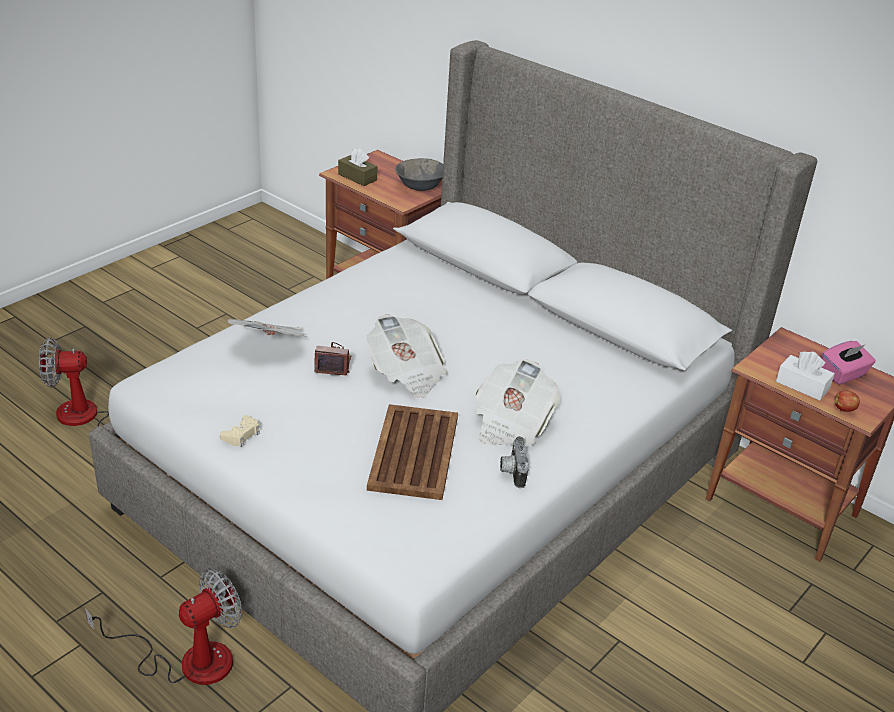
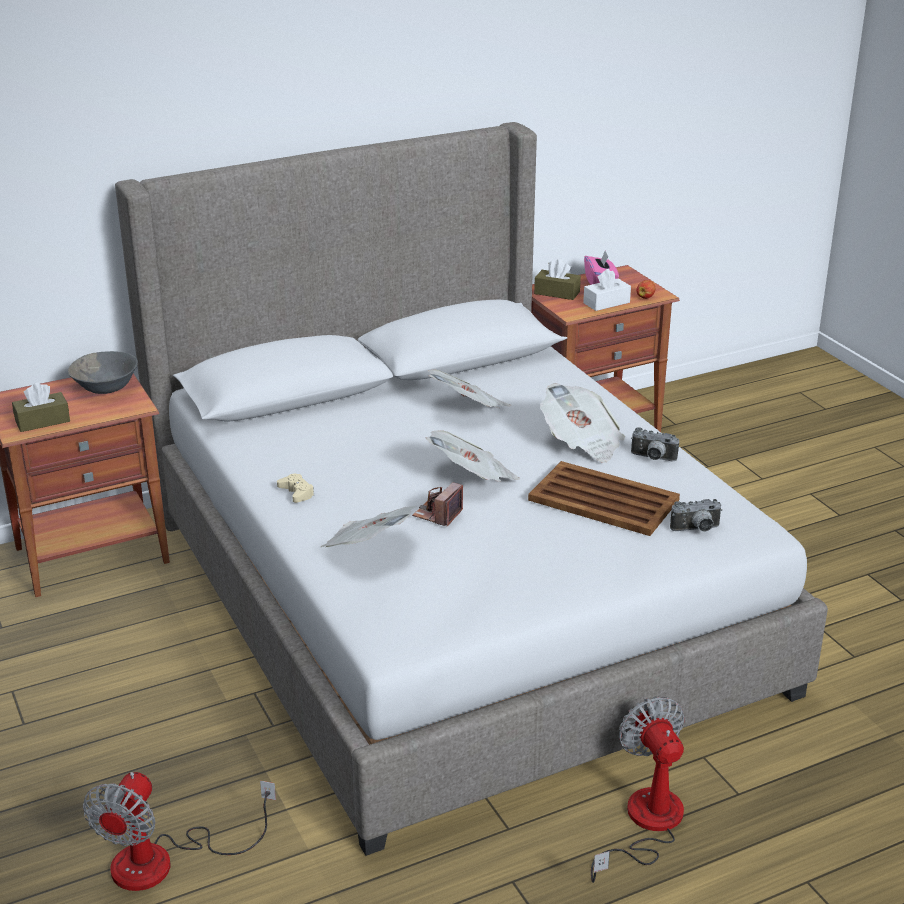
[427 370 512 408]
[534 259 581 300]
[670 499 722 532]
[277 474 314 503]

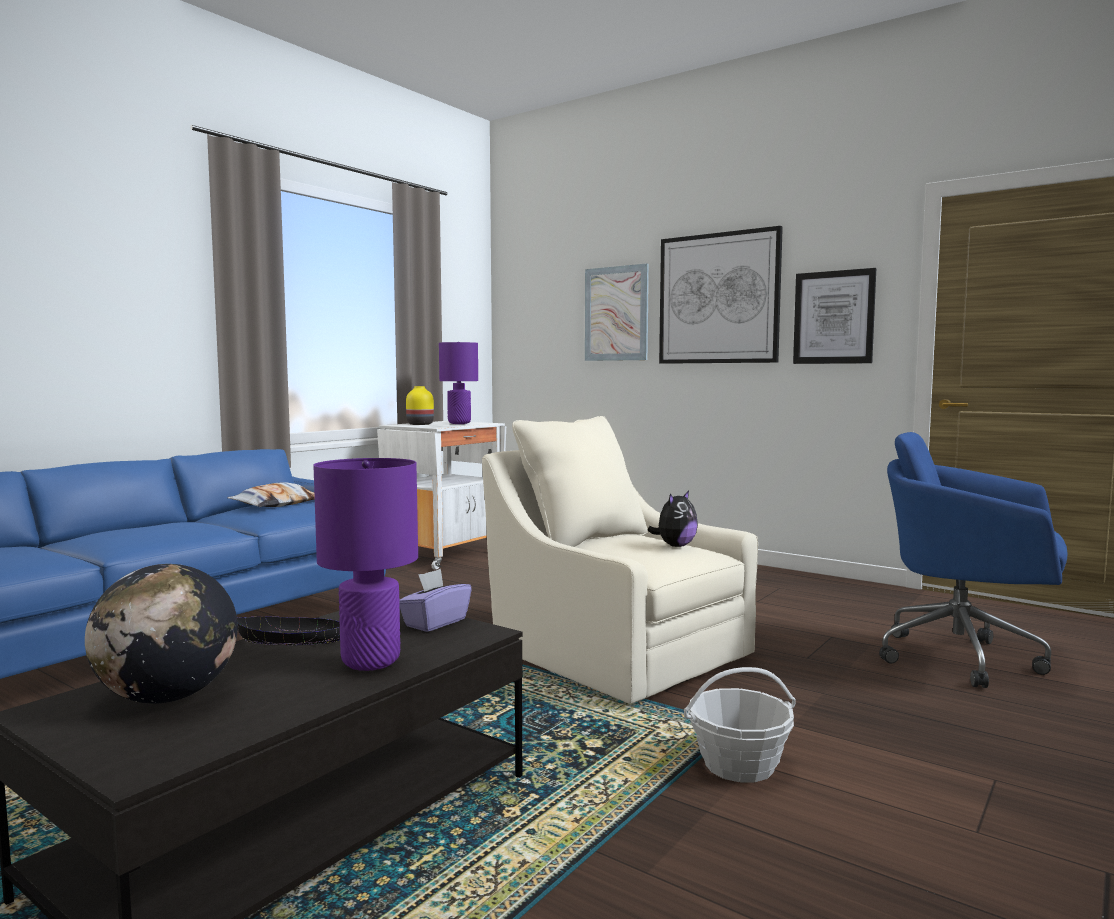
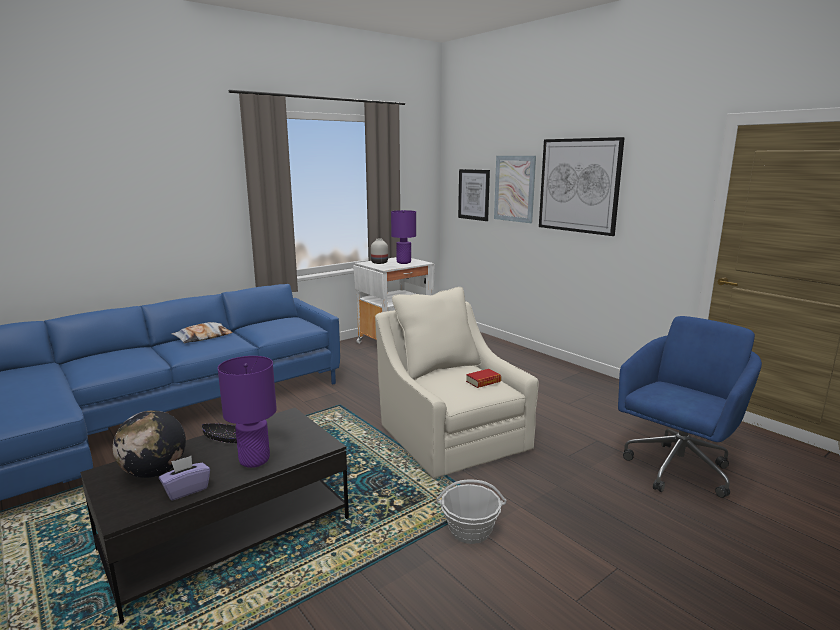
[172 322 233 344]
[159 456 210 501]
[458 169 490 221]
[466 369 501 388]
[371 239 388 264]
[618 316 762 498]

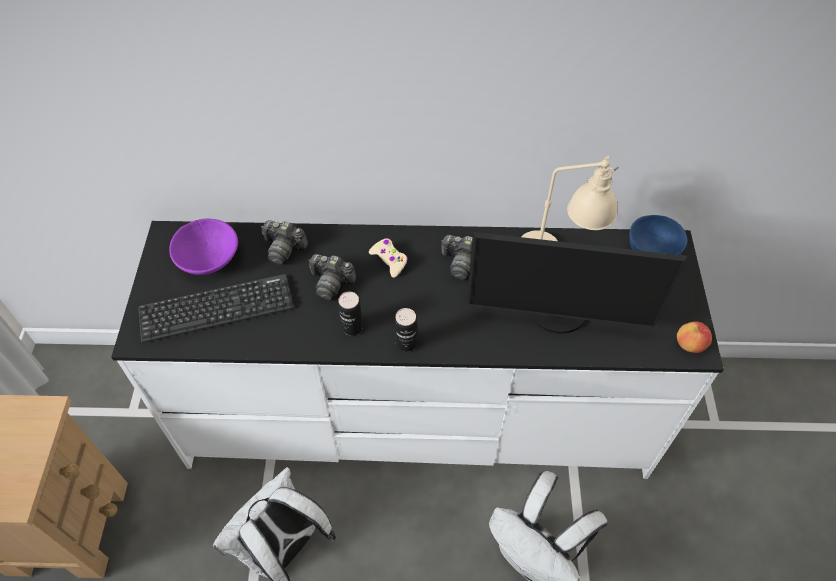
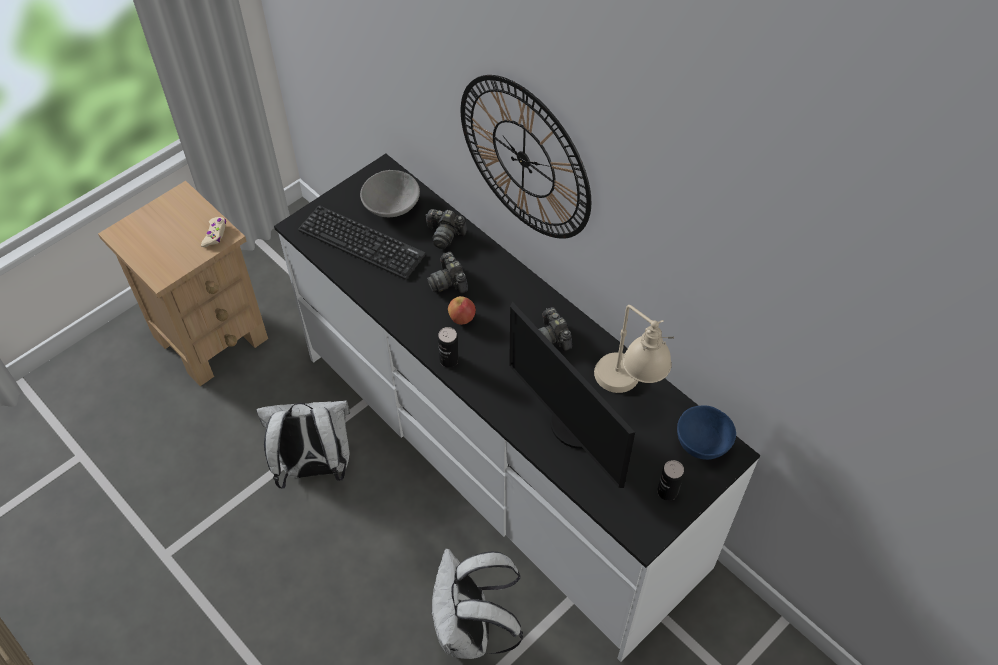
[461 75 591 239]
[657 460 684 501]
[201 217 226 247]
[448 296 476 325]
[360 170 420 217]
[425 209 467 249]

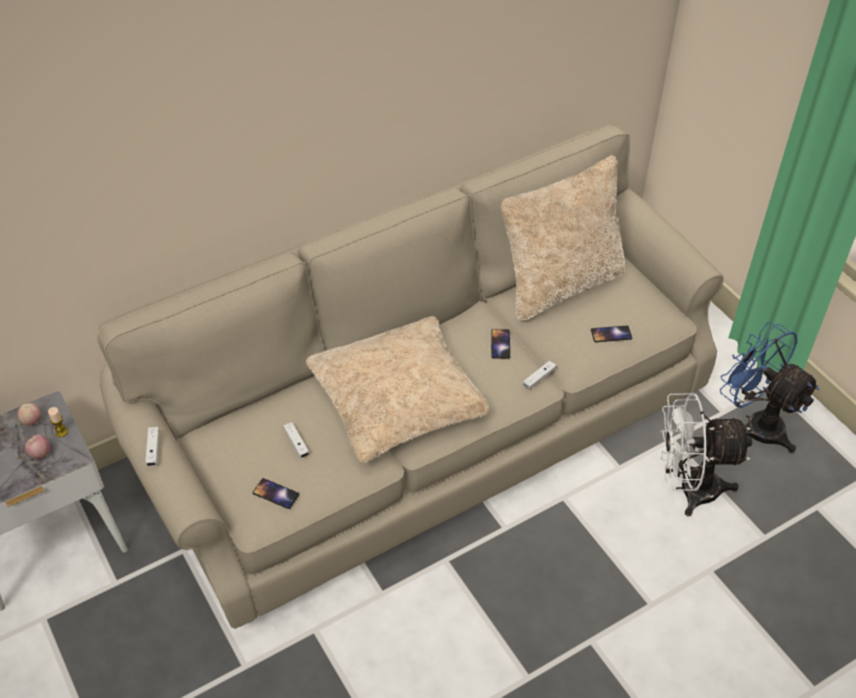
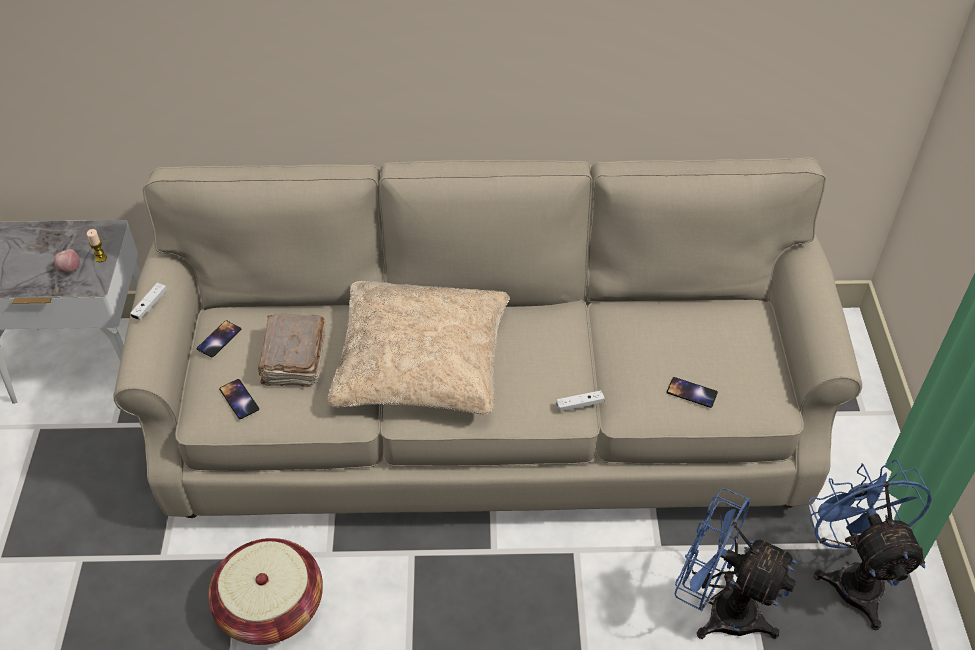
[17 403 41 426] (first image)
[501 155 625 320] (first image)
[208 538 323 645]
[197 320 241 357]
[258 314 326 387]
[675 488 798 639]

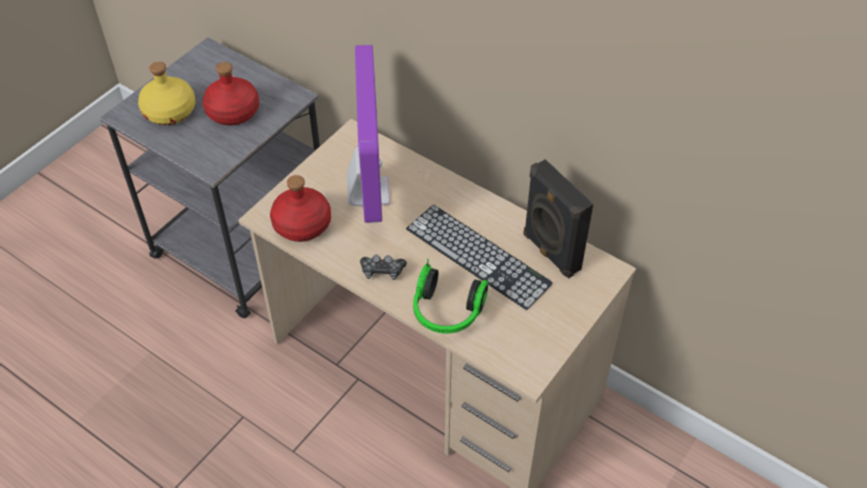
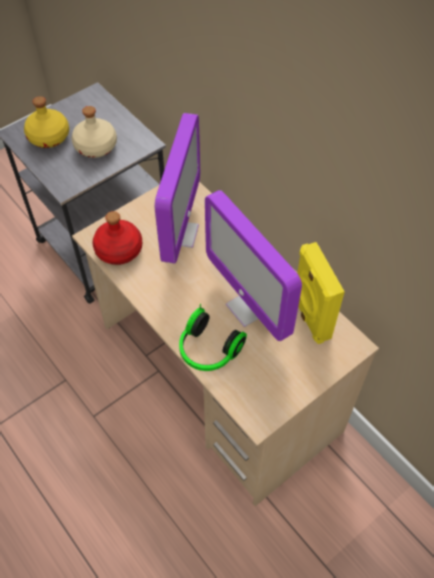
[360 255 407 280] (first image)
[205 190 302 341]
[72 106 117 158]
[297 242 345 344]

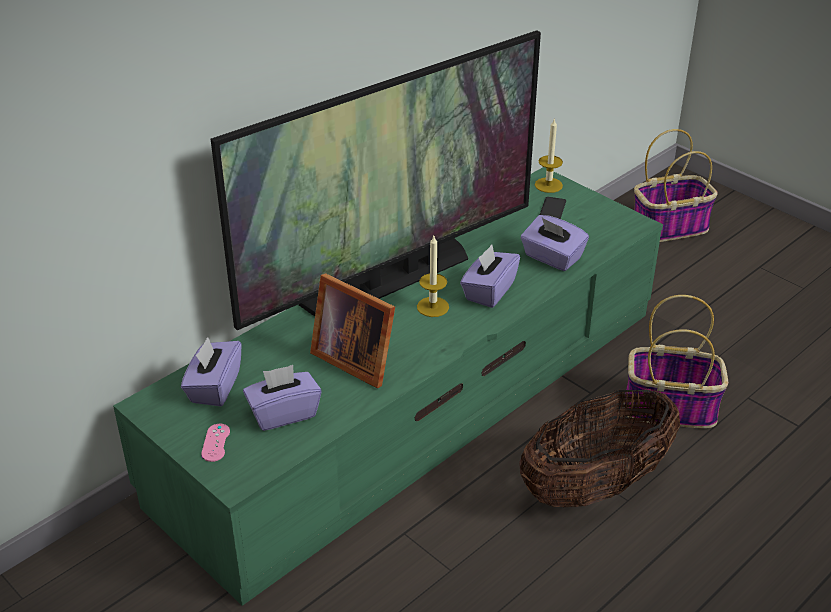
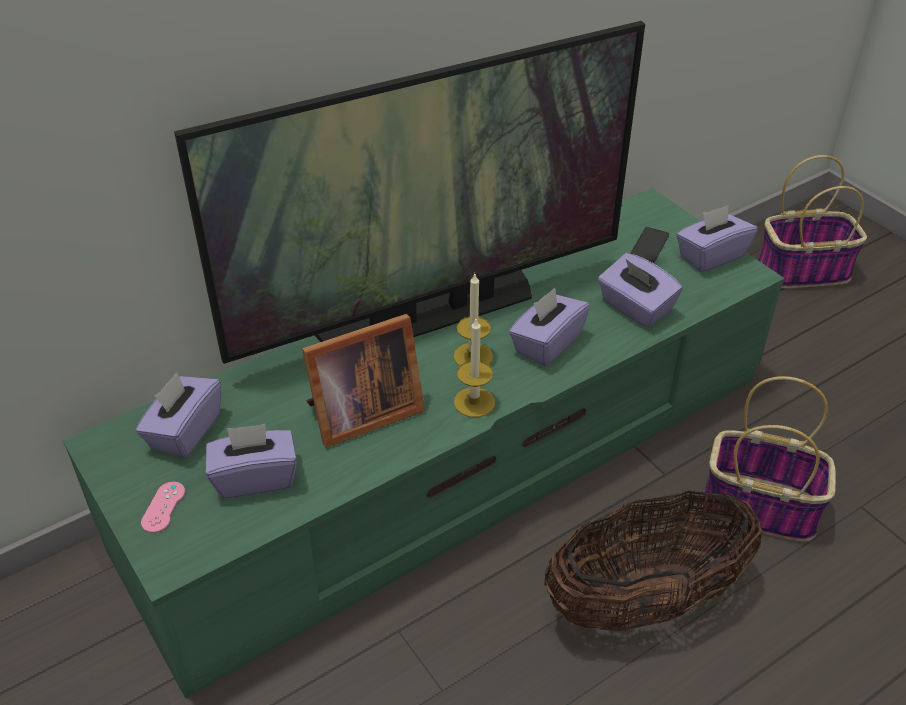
[676 205 757 272]
[454 319 495 418]
[302 314 425 448]

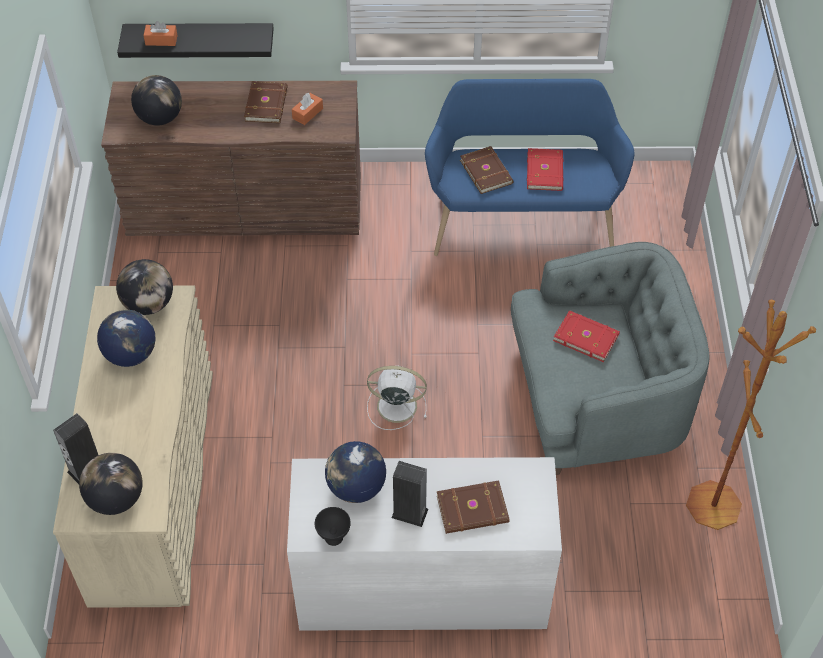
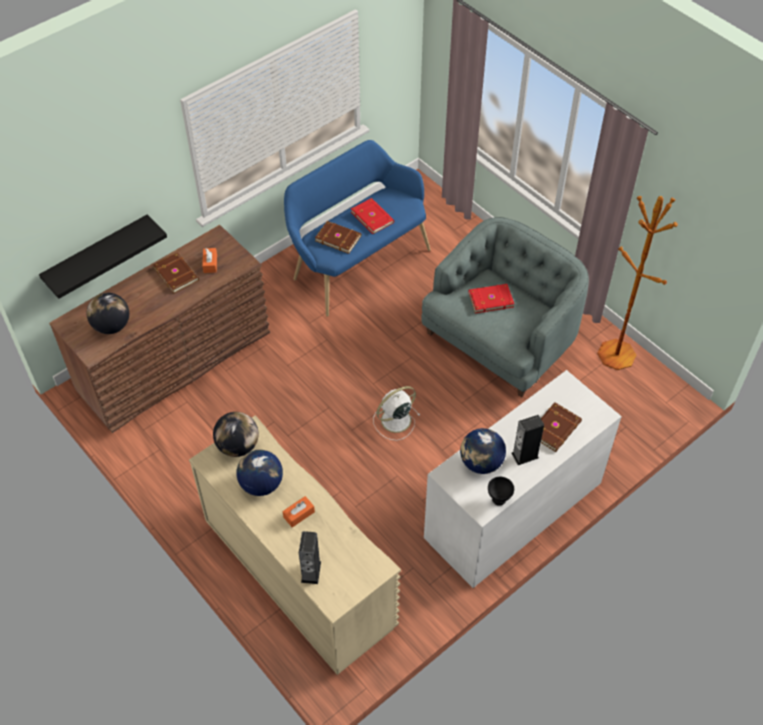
[79 453 143 515] (first image)
[283 496 315 527]

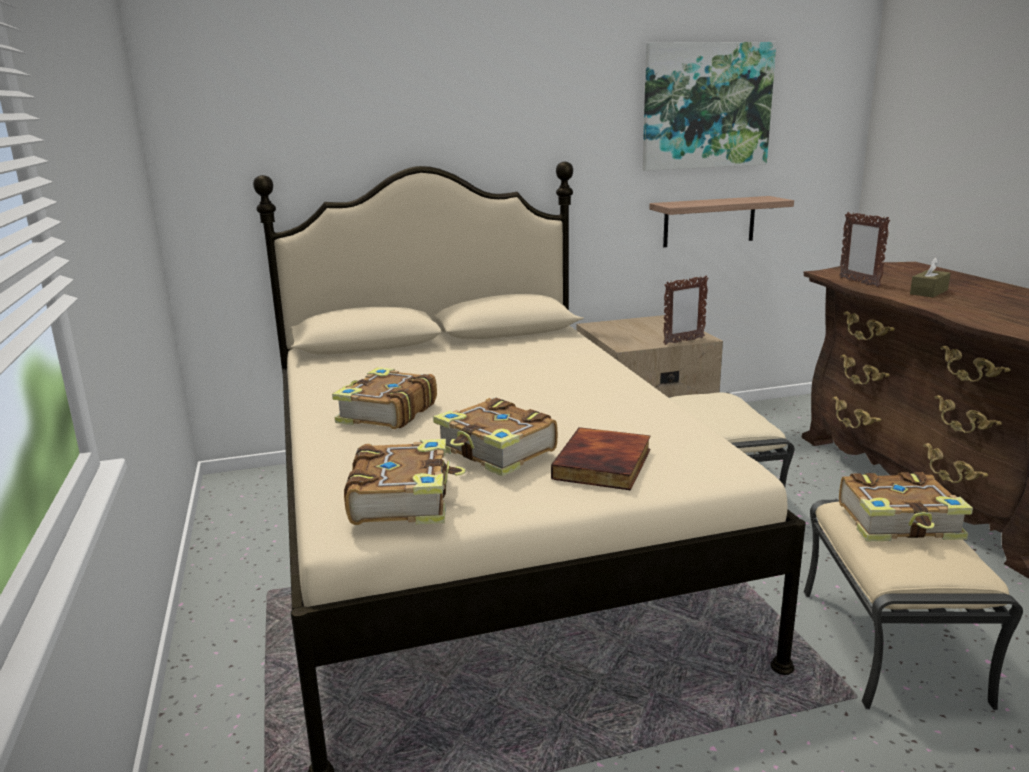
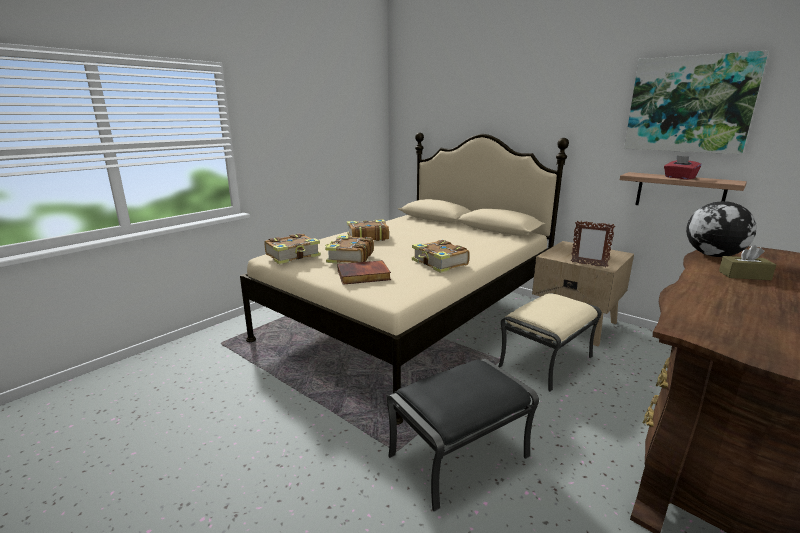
[664 156 702 179]
[412 240 470 273]
[686 201 757 257]
[387 359 539 512]

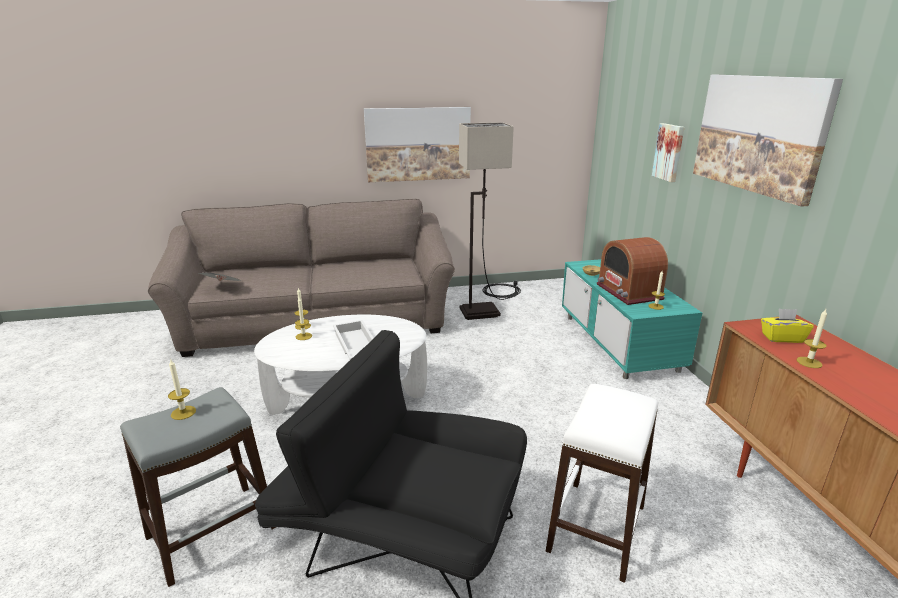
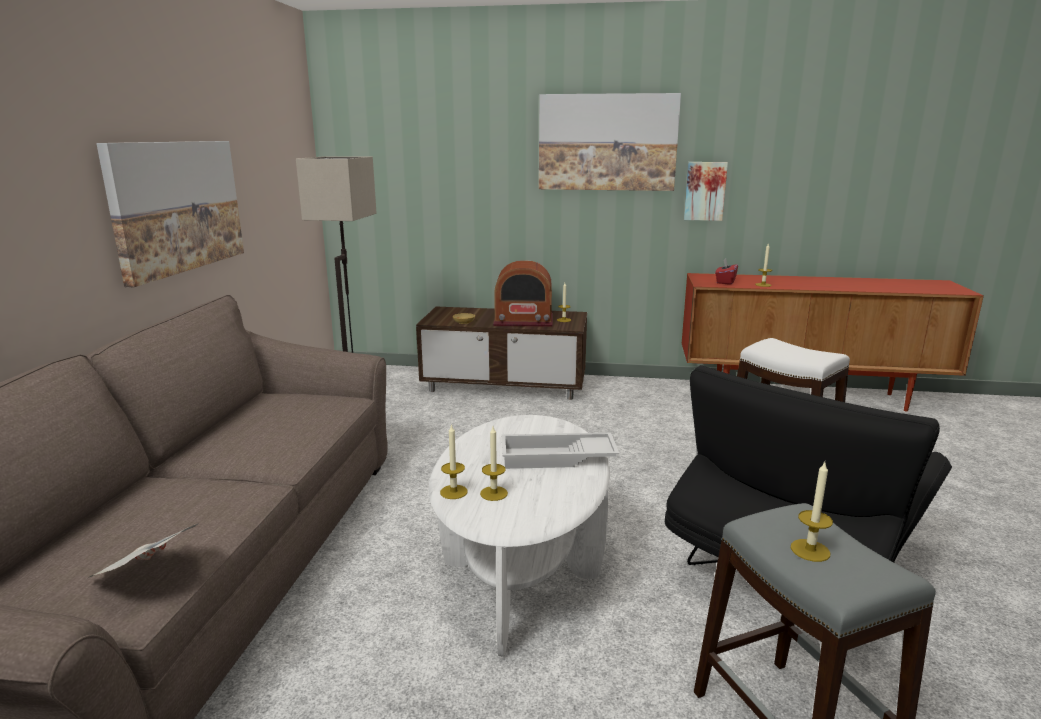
[684 162 728 221]
[416 307 587 400]
[715 259 738 285]

